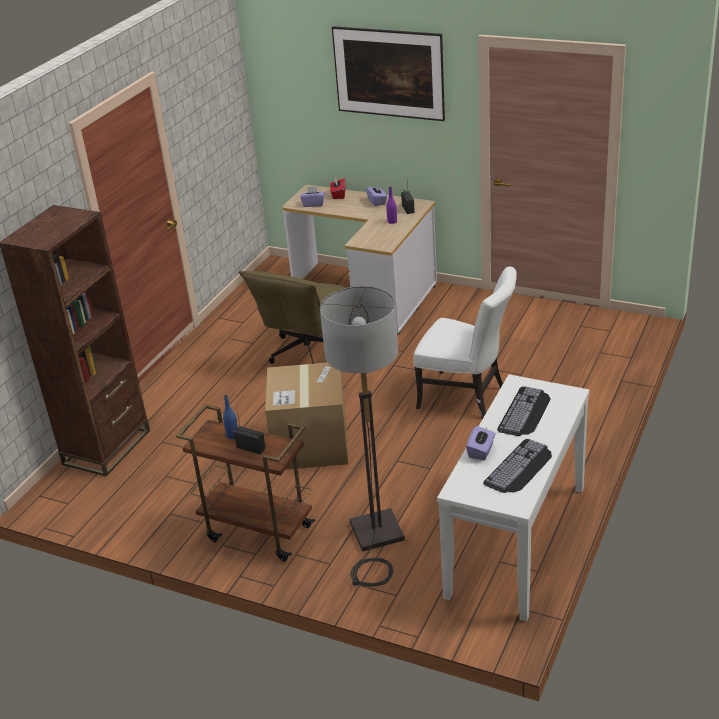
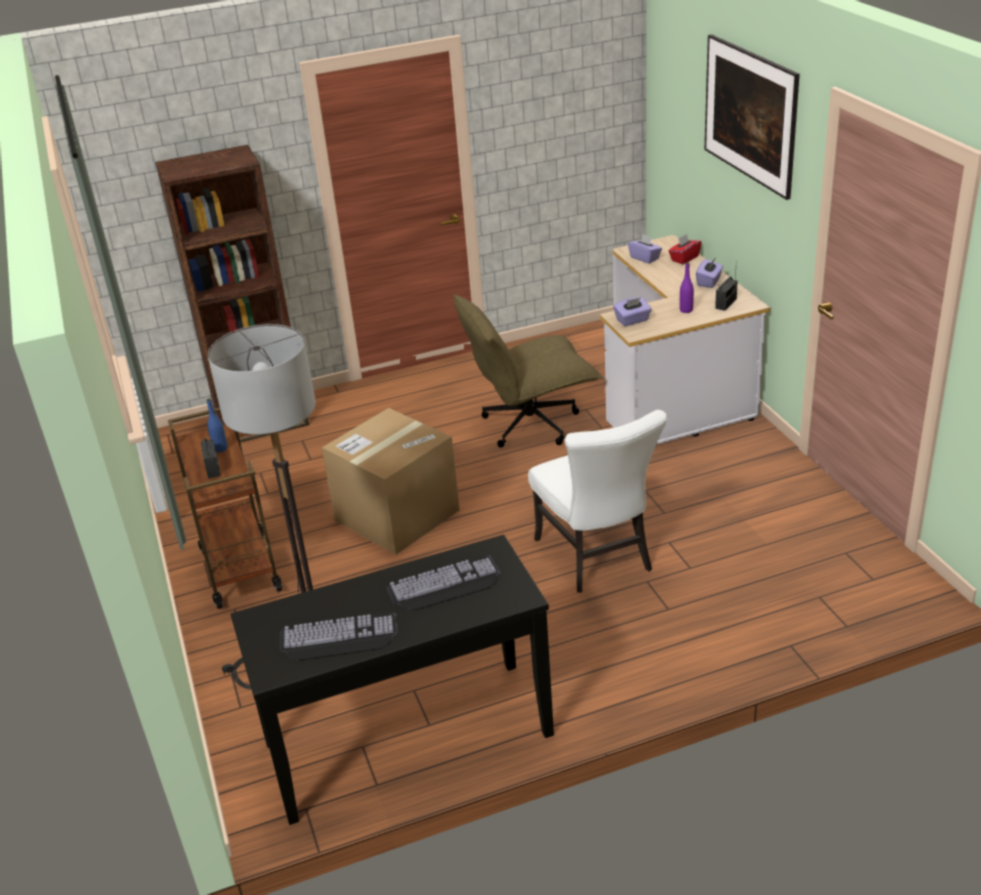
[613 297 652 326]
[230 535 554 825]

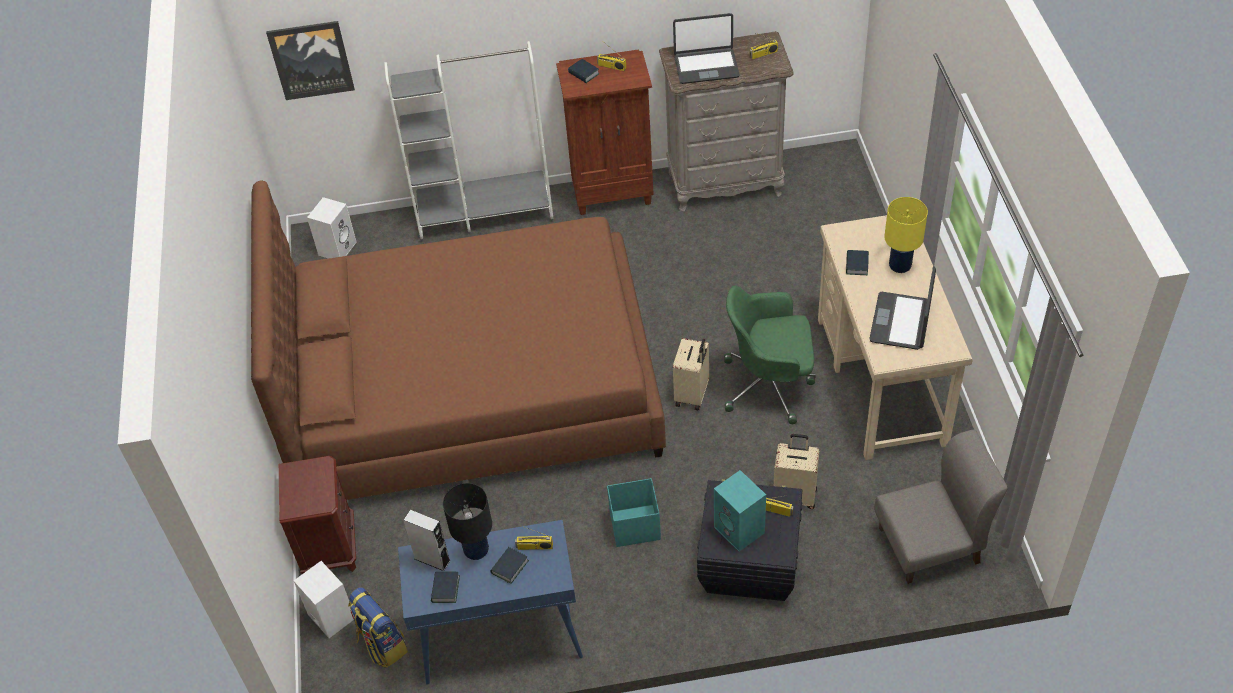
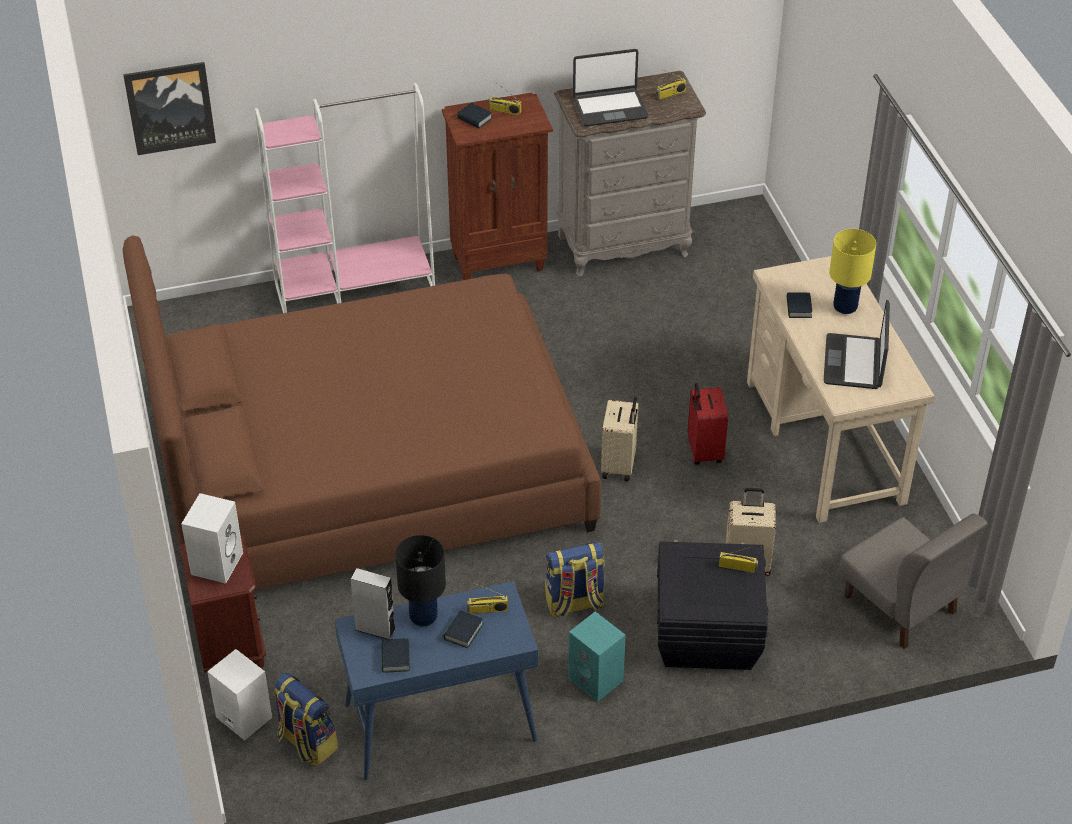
[181 493 243 584]
[568 611 626 702]
[545 542 605 618]
[688 383 728 465]
[255 83 435 313]
[839 513 988 649]

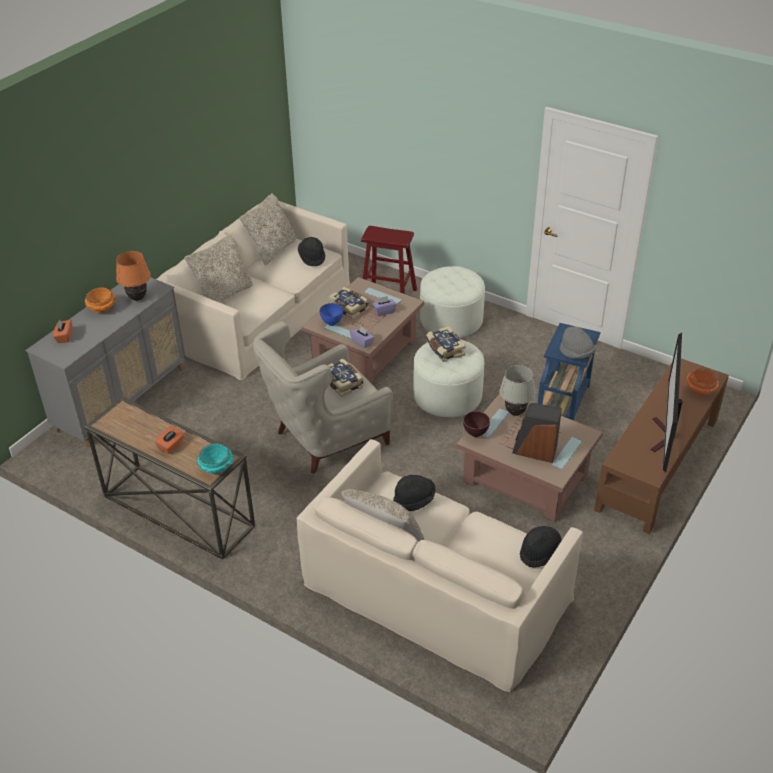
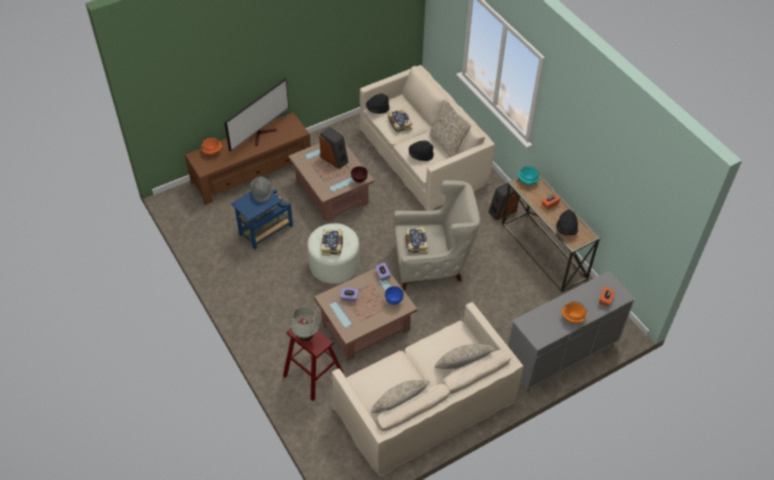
[116 251 151 301] (first image)
[420 266 485 338] (first image)
[488 183 519 220]
[556 210 578 235]
[388 108 412 133]
[291 307 319 341]

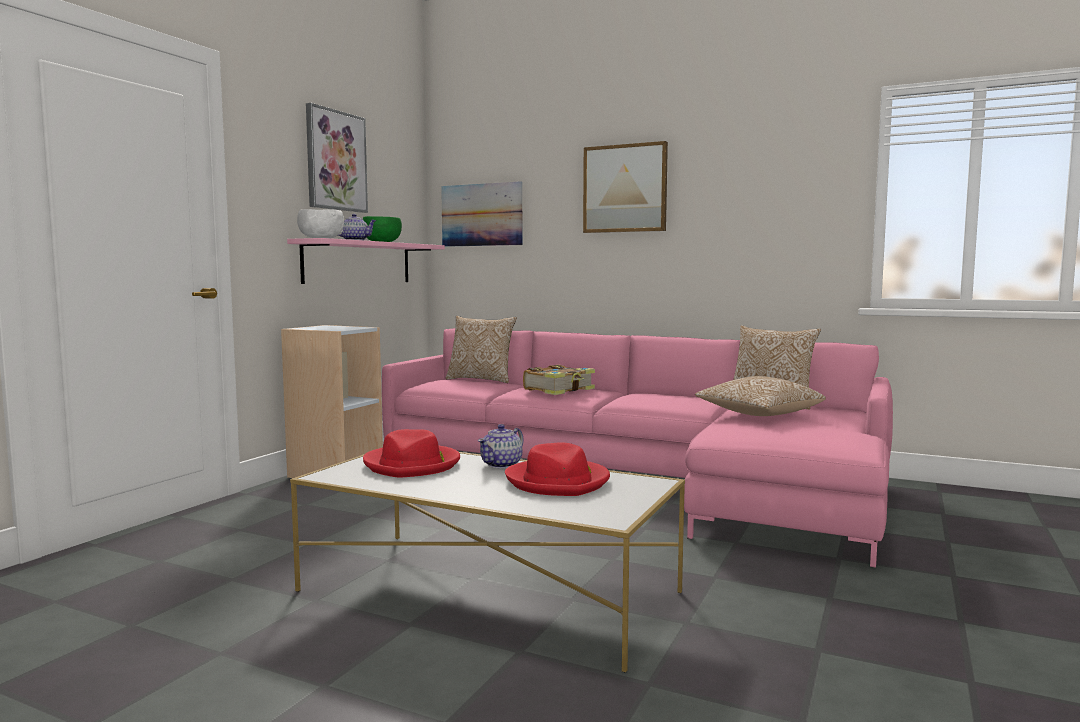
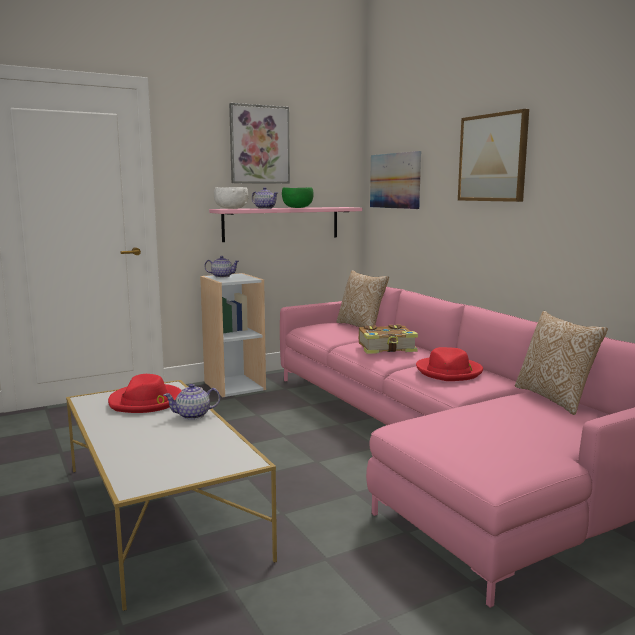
[695 376 826 416] (first image)
[204 256 239 278]
[416 347 483 381]

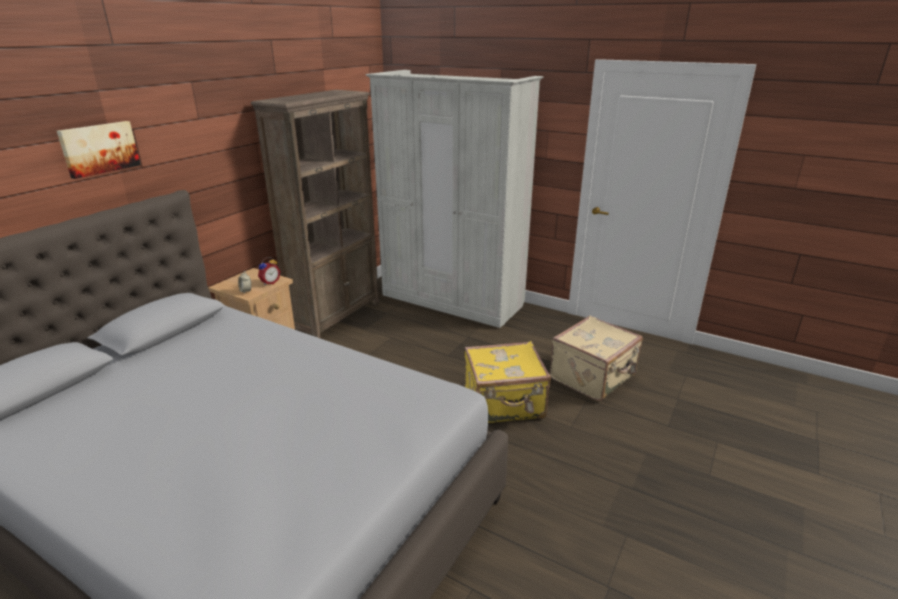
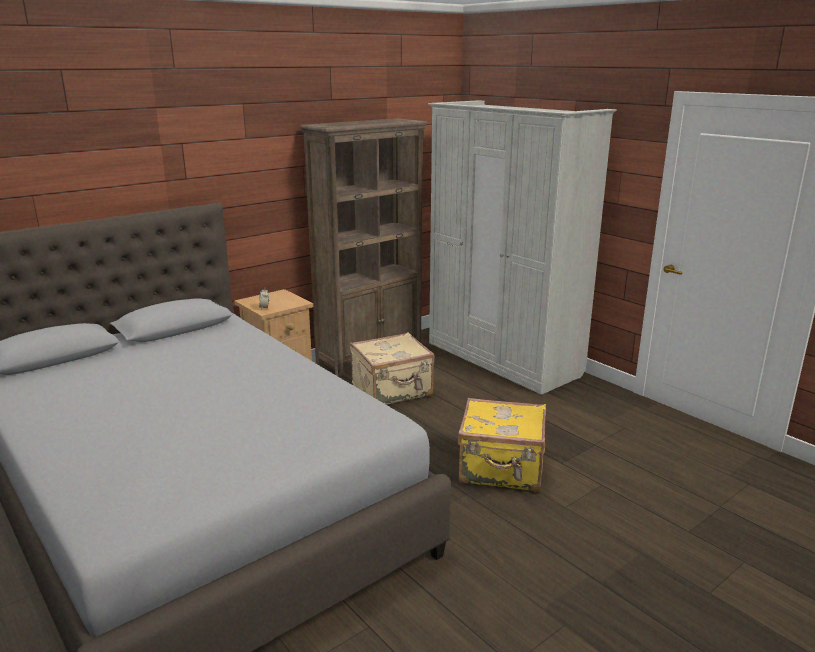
[57 121 140 179] (first image)
[258 257 281 285] (first image)
[350 333 434 405]

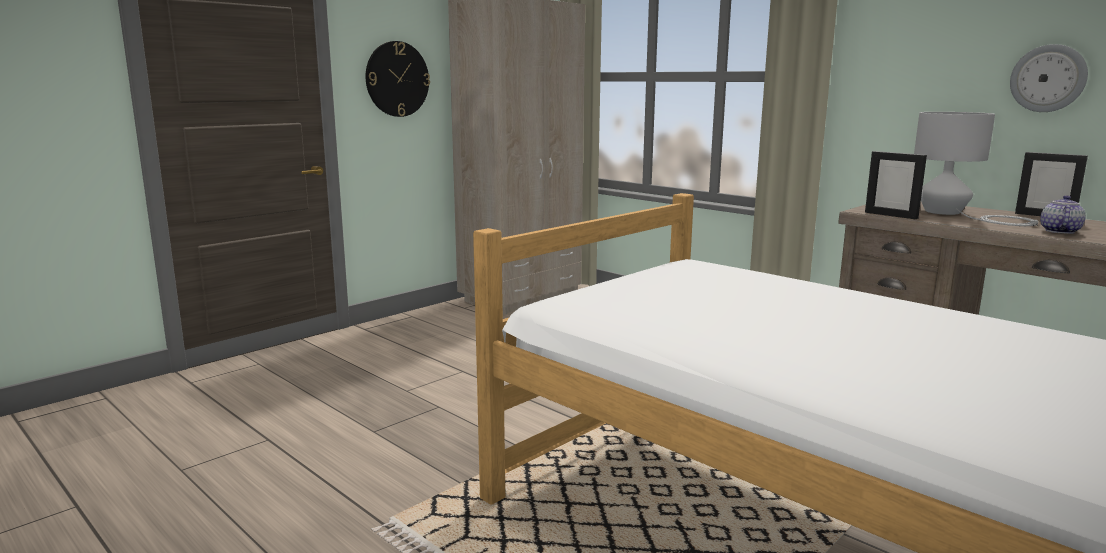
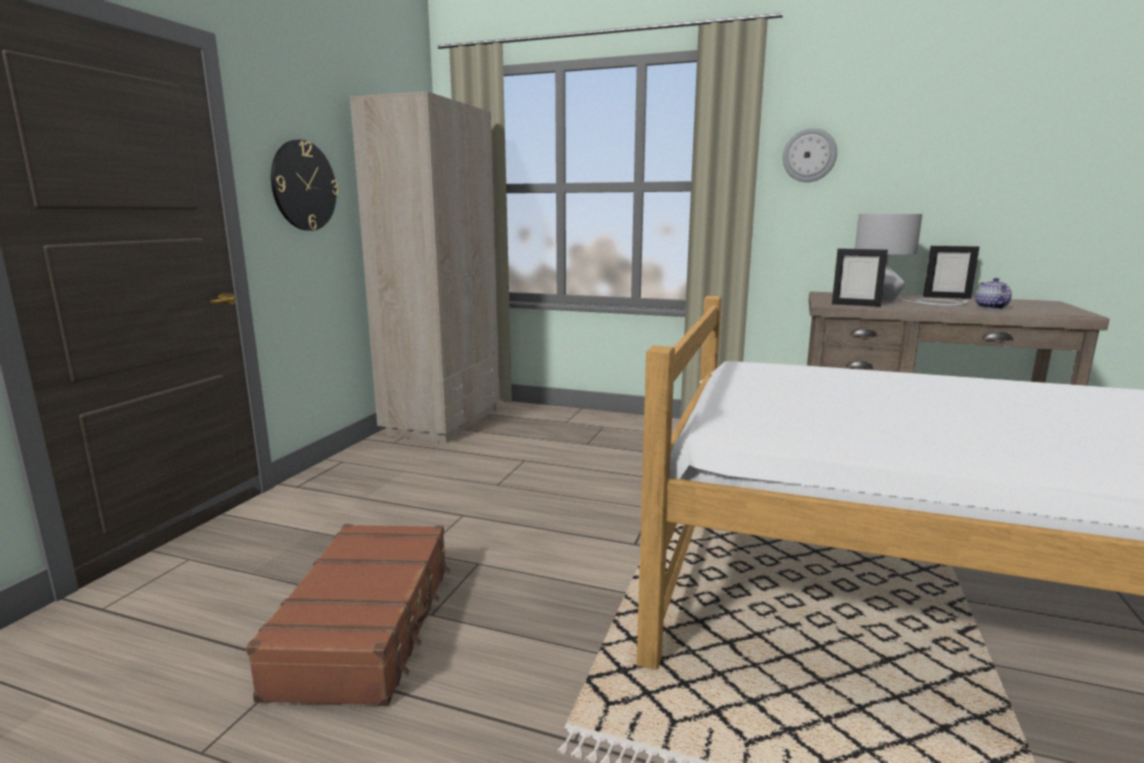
[246 524 451 706]
[783 128 837 182]

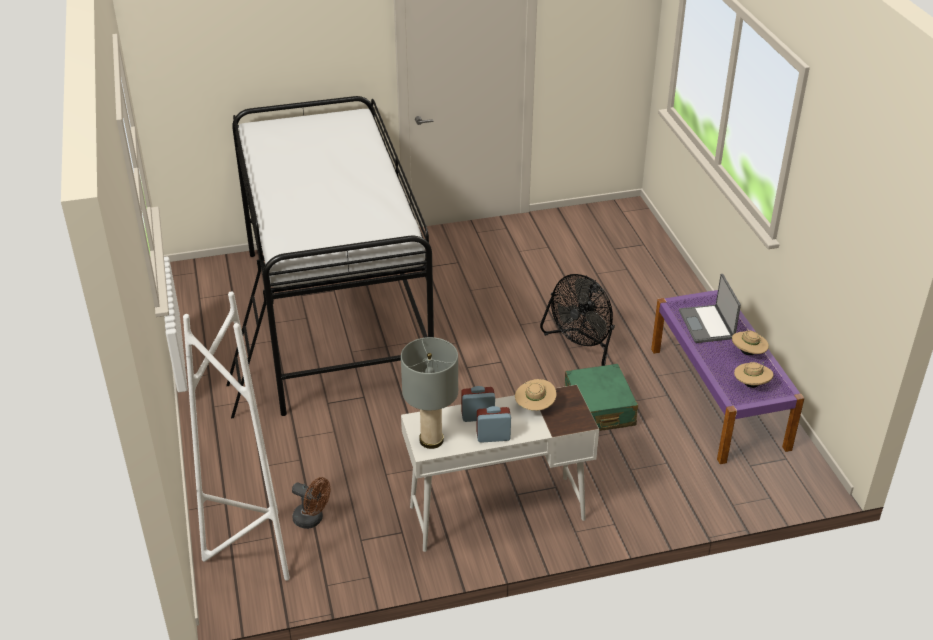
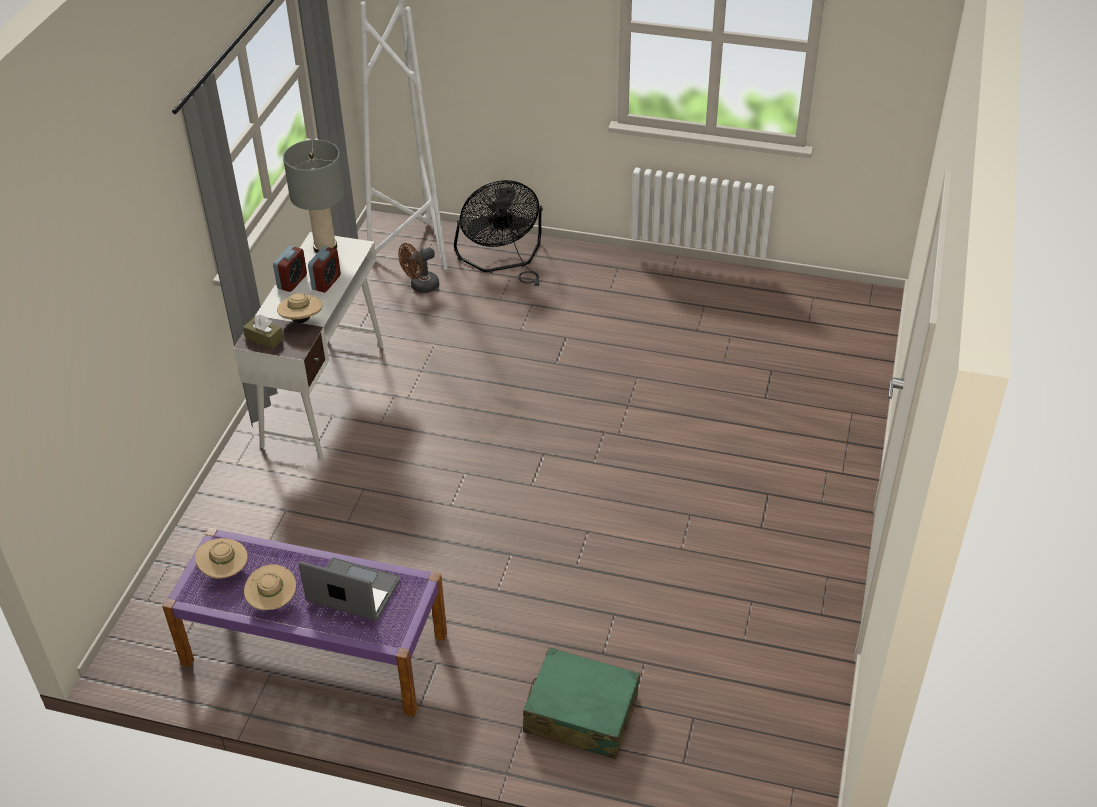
[226 96 434 418] (first image)
[243 315 283 349]
[454 180 543 286]
[523 647 640 759]

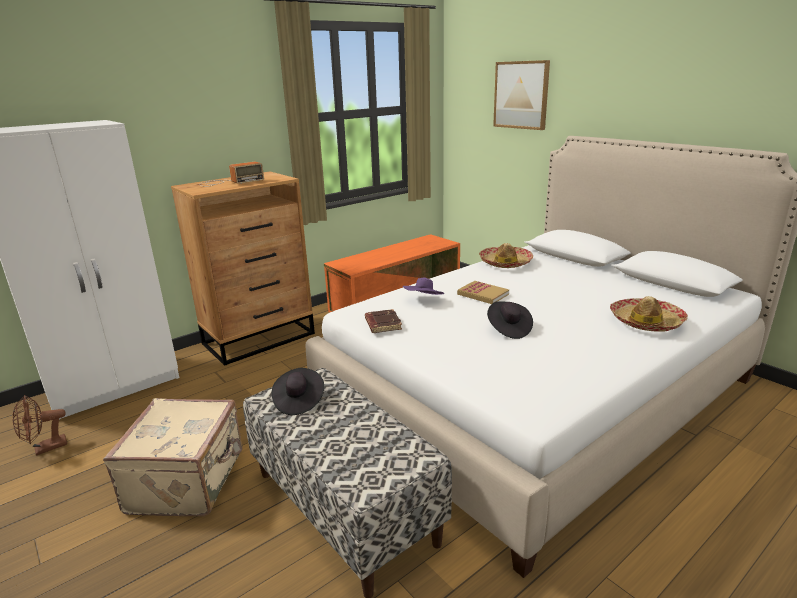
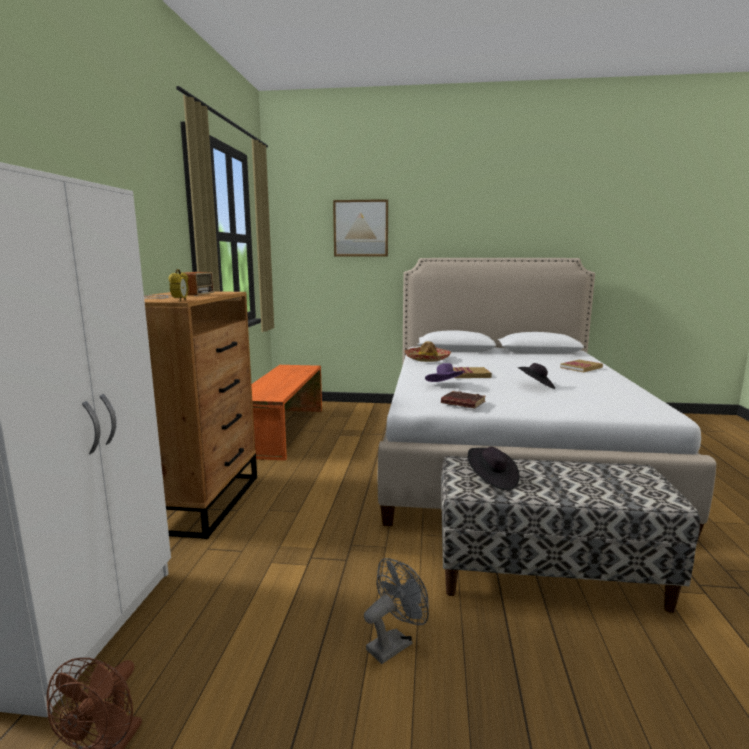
[169 269 188 301]
[364 558 429 664]
[560 360 603 372]

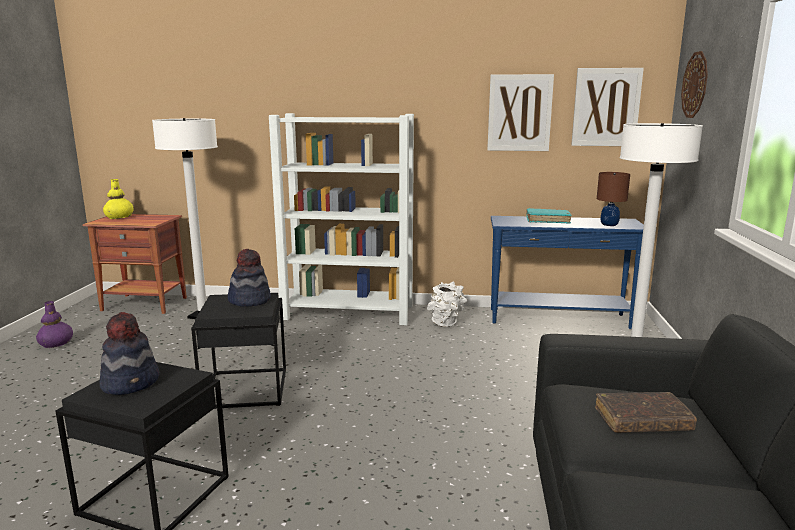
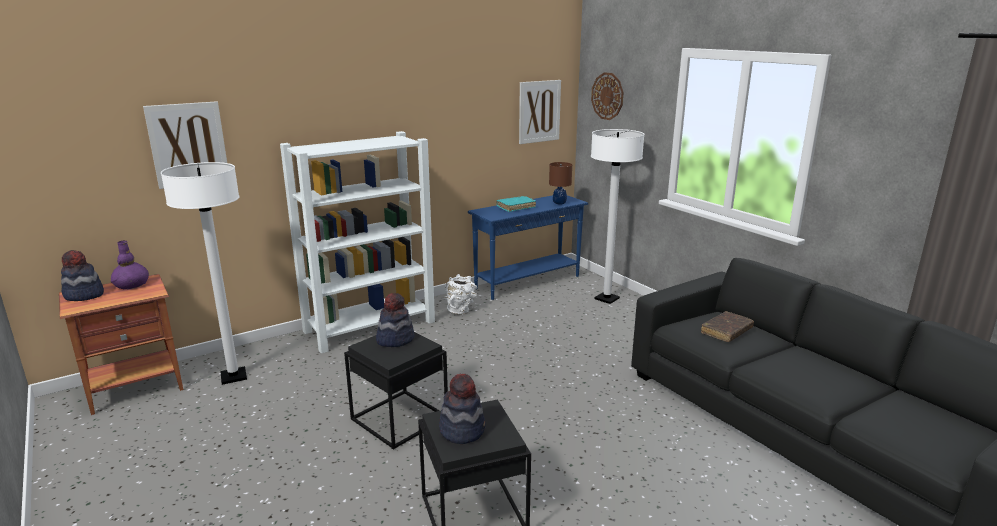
[111 240 149 290]
[143 101 227 189]
[61 250 104 301]

